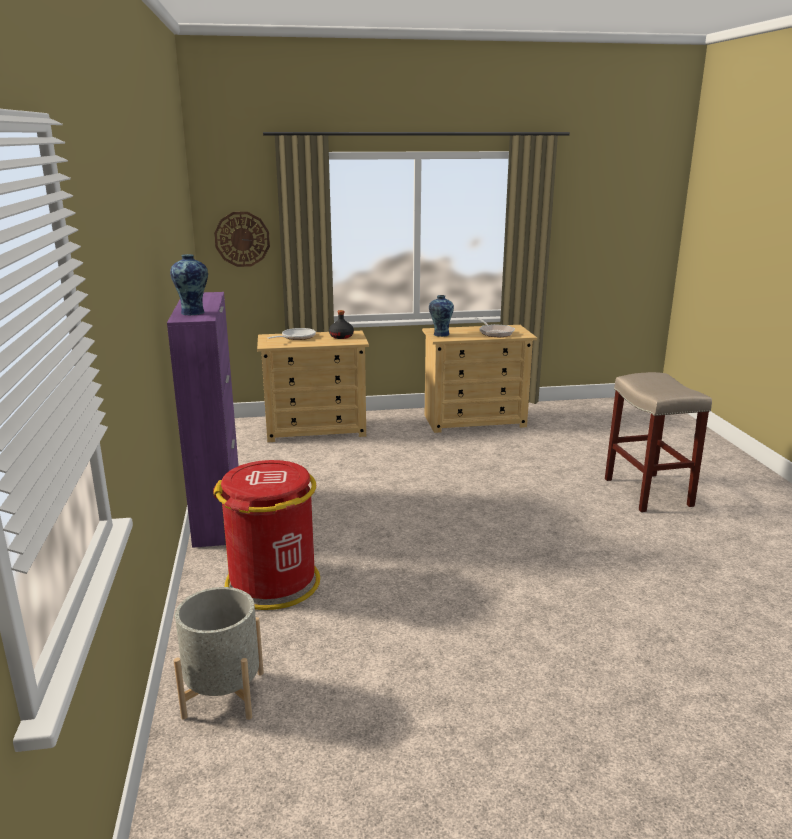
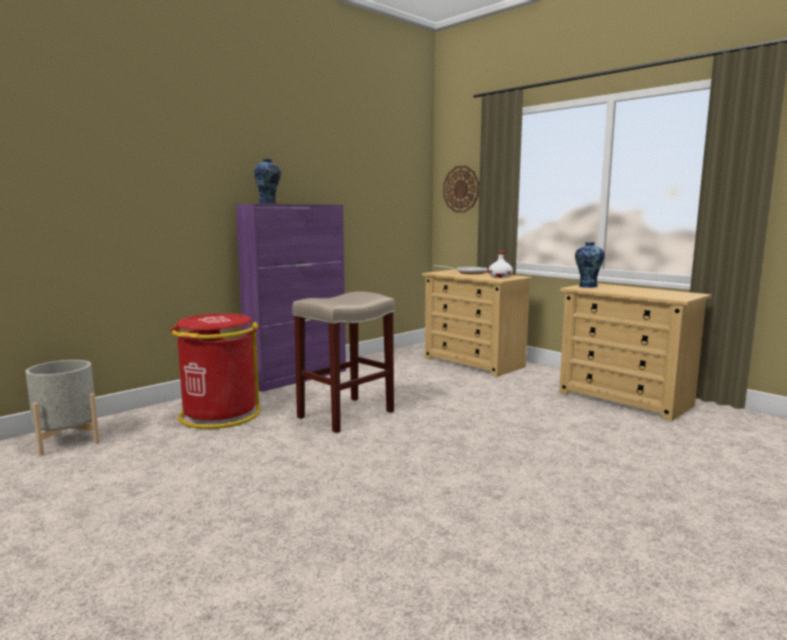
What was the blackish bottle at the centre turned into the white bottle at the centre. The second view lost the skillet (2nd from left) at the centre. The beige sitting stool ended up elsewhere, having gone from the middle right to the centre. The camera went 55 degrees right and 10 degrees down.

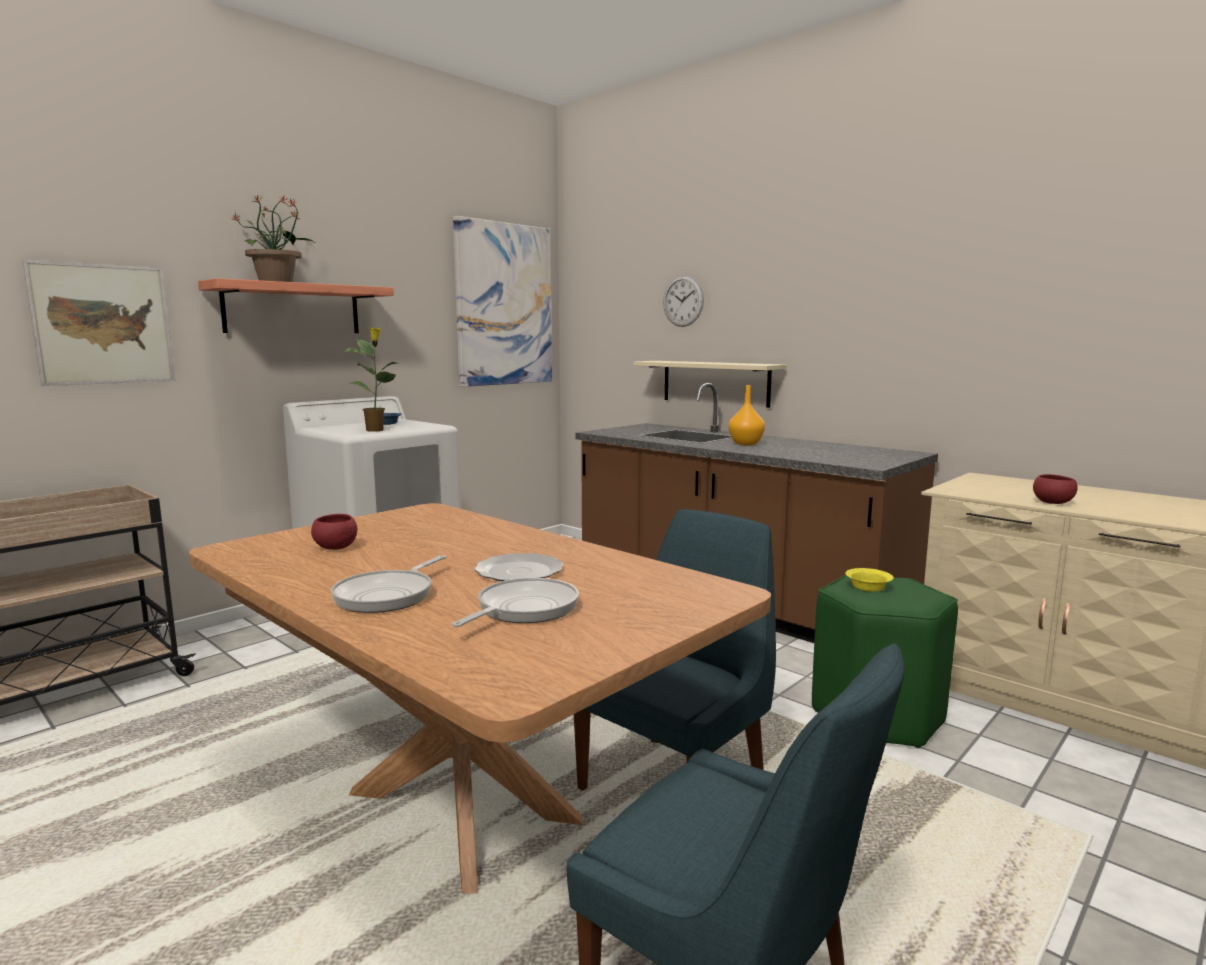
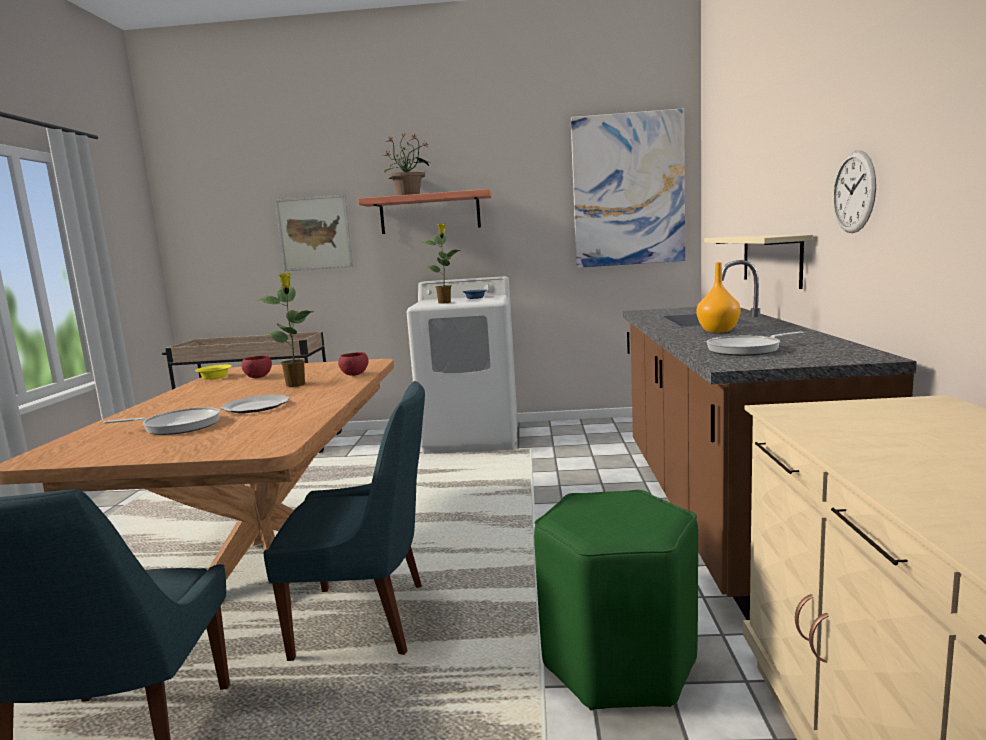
The clock on the wall ended up elsewhere, having gone from the top centre to the top right. The red-coloured serving bowl (2nd from left) ended up elsewhere, having gone from the middle right to the centre. The skillet (1st from left in the first image) ended up elsewhere, having gone from the middle left to the middle right. The yellow serving bowl ended up elsewhere, having gone from the middle right to the middle left. The second view gained the plant in a pot (1st from left) at the middle left. The camera went 50 degrees right and 0 degrees up.

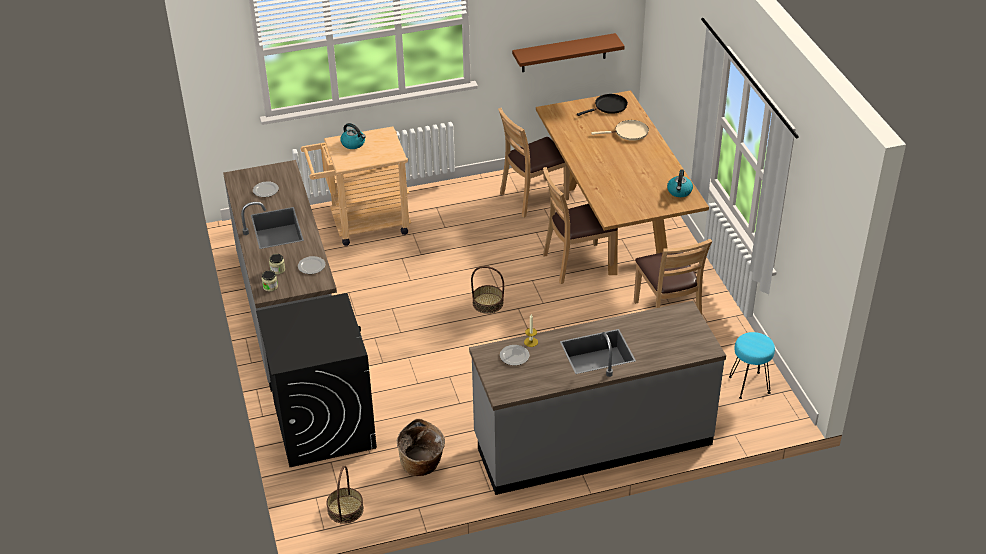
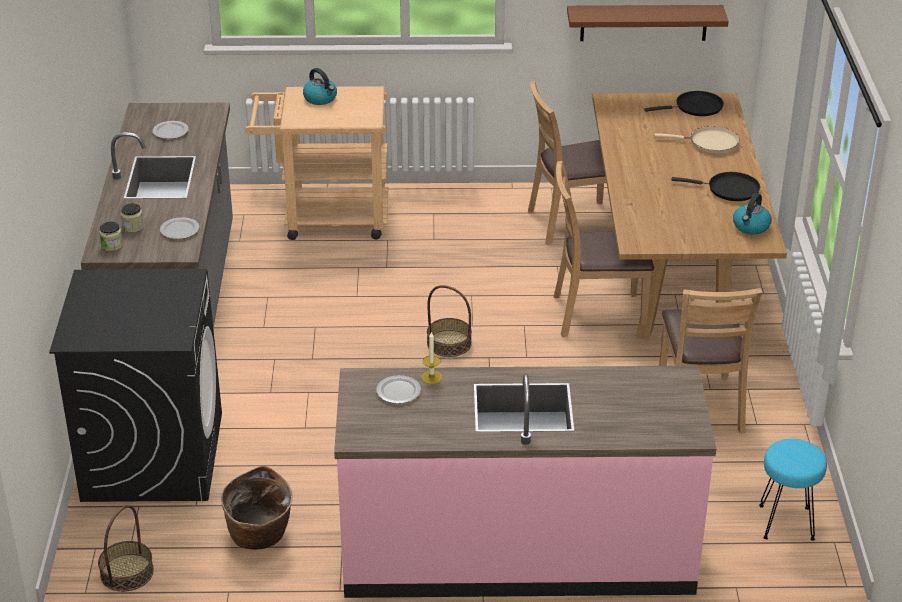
What was the grey kitchen counter (2nd from left) at the bottom centre turned into the pink-coloured kitchen counter at the bottom centre. The second view gained the blackish skillet (2nd from left) at the top right. The camera went 15 degrees right and 5 degrees down.

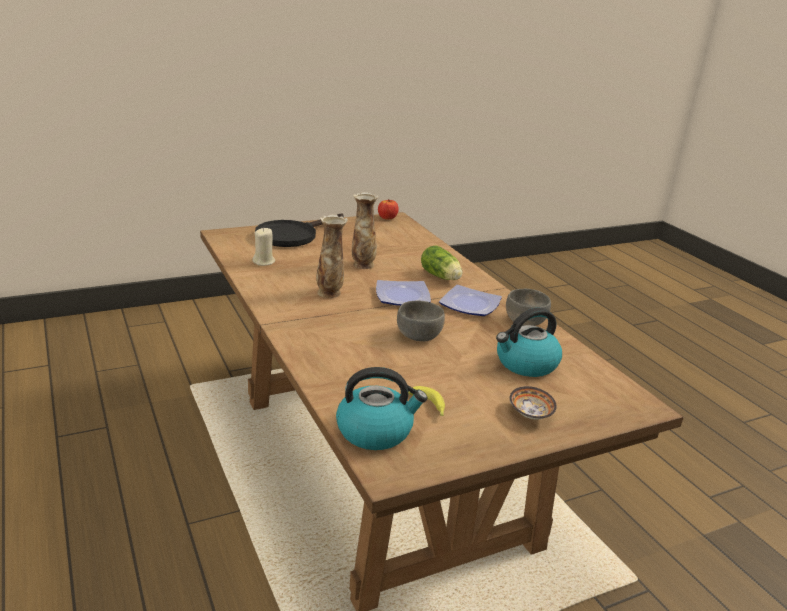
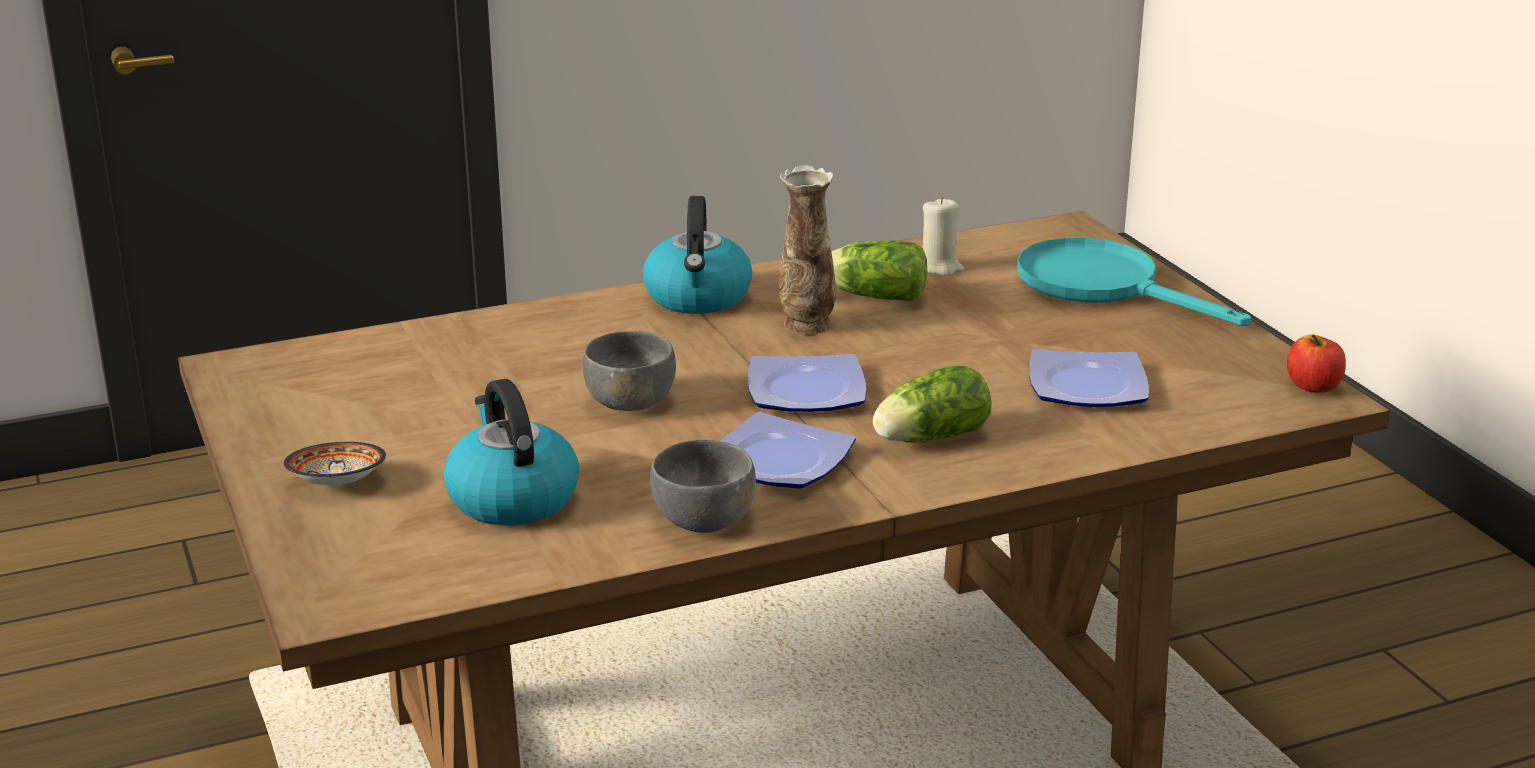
The second view lost the vase (2nd from left) at the centre. What was the blackish skillet at the centre turned into the blue-green skillet at the middle right. The tea kettle (1st from left in the first image) ended up elsewhere, having gone from the bottom centre to the top centre. The second view lost the banana fruit at the centre. The second view gained the head of lettuce (1st from left) at the centre. The second view gained the dinner plate (3rd from left) at the middle right. The camera went 95 degrees right and 0 degrees up.

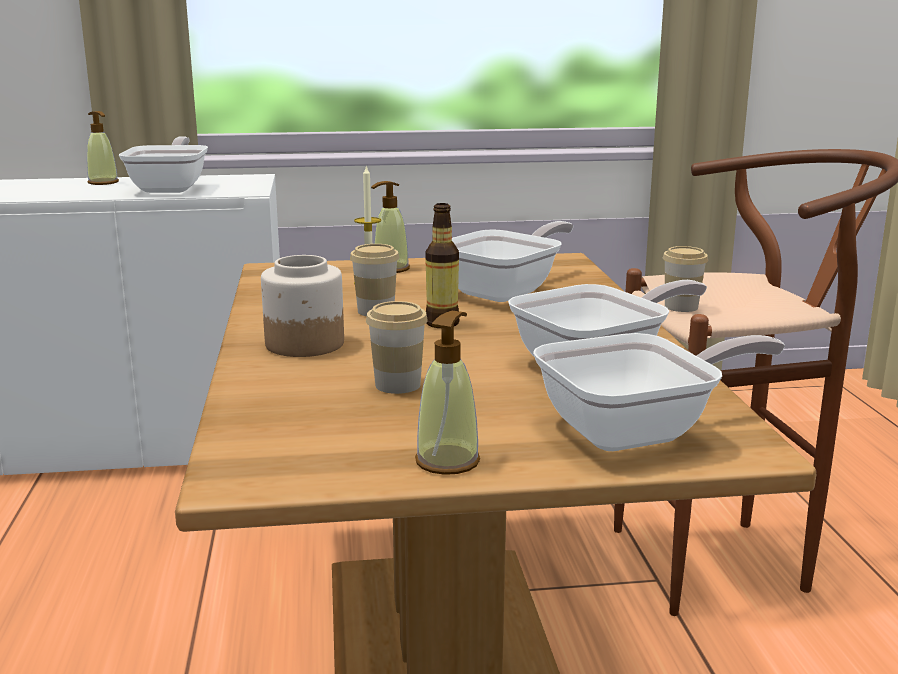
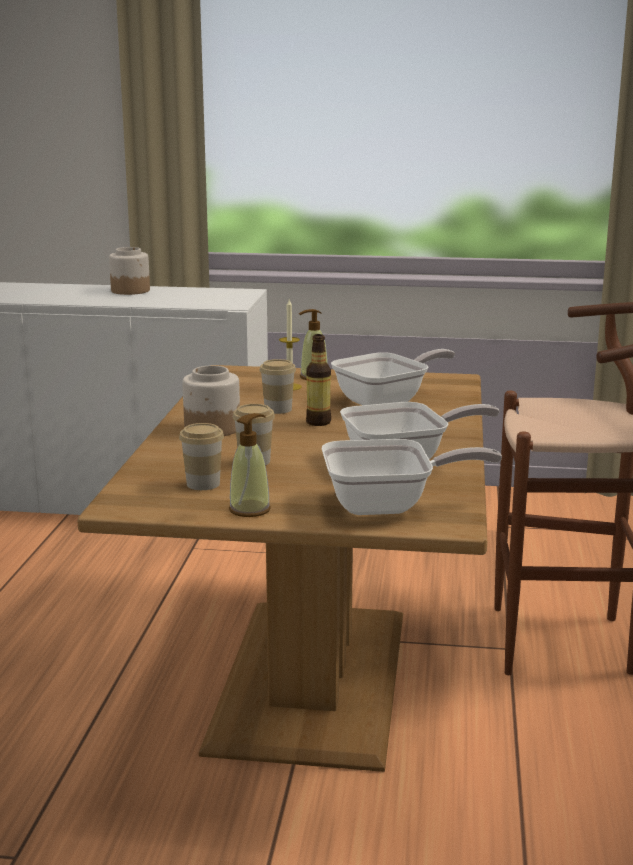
Where the liquid soap bottle (1st from left) stood at the top left, the jar (1st from left) came to stand at the top left. The second view lost the skillet (1st from left) at the top left. The drinking cup (3rd from left in the first image) ended up elsewhere, having gone from the middle right to the middle left. The camera went 15 degrees right and 0 degrees up.

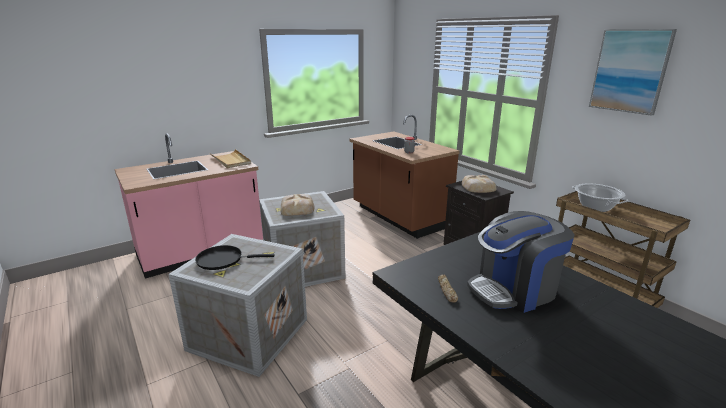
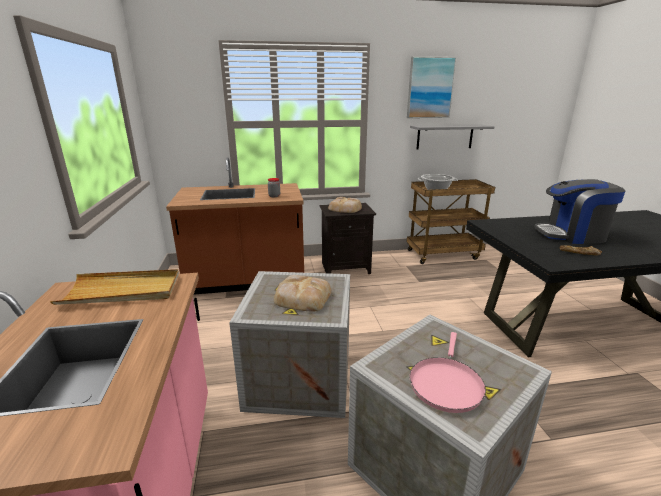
The coffee machine at the middle right ended up facing another way, 90 degrees clockwise from before. What was the blackish skillet at the middle left turned into the pink-coloured skillet at the bottom right. The second view gained the grey wall shelf at the top right. The camera went 65 degrees left and 0 degrees up.

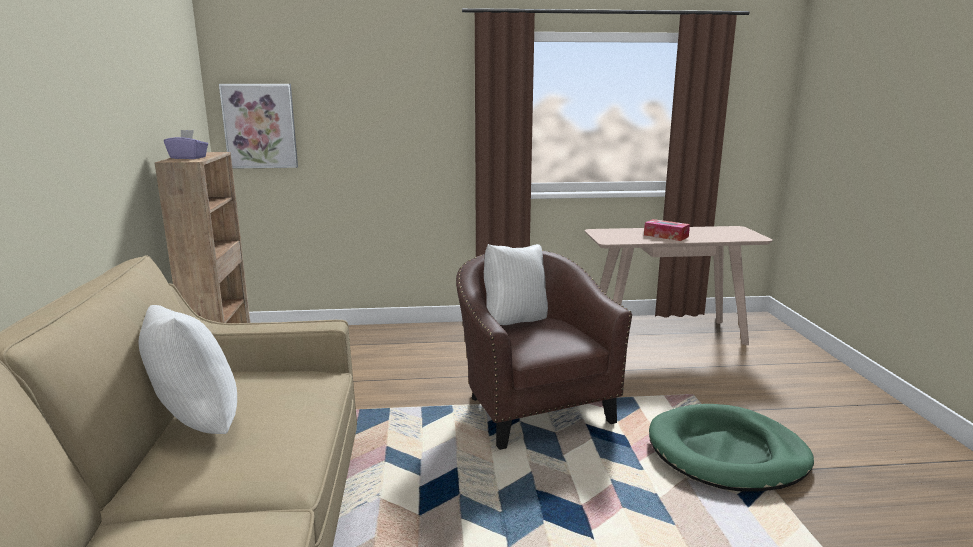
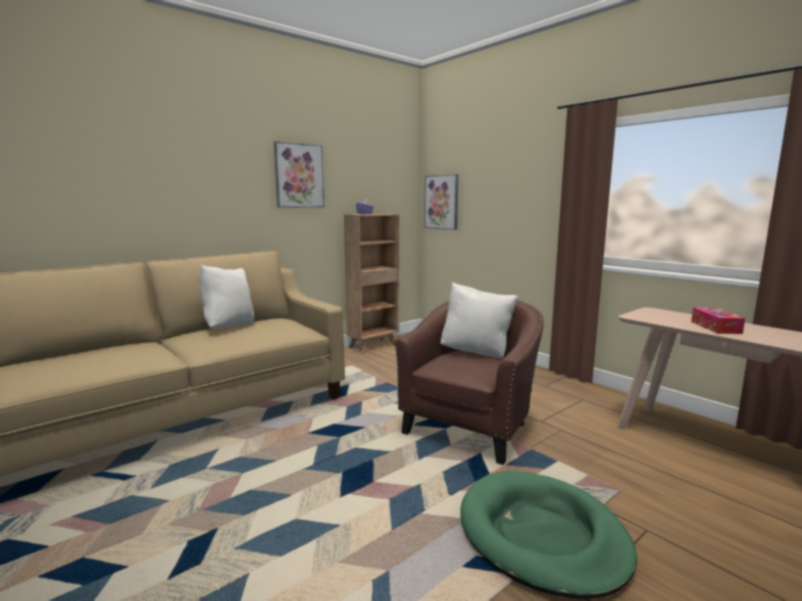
The second view gained the wall art (1st from left) at the top centre. The camera went 55 degrees right and 5 degrees down.

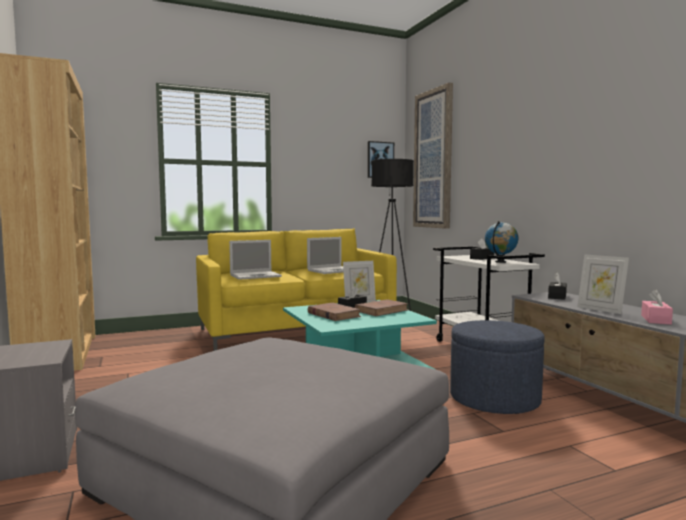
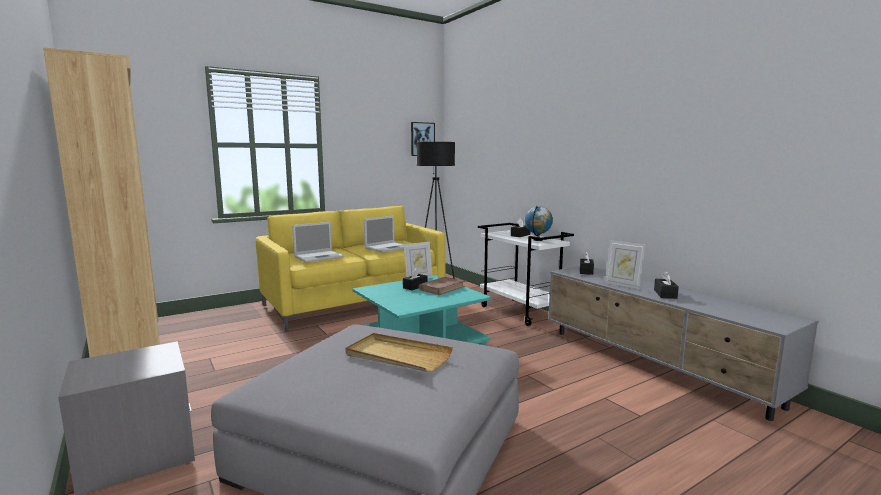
The second view lost the wall art (2nd from left) at the top centre. What was the pink-coloured box of tissues at the middle right turned into the blackish box of tissues (4th from left) at the middle right. The second view lost the brown bound book (1st from left) at the centre. The second view lost the blue ottoman at the bottom right. The second view gained the beige tray at the bottom centre. The camera went 10 degrees left and 5 degrees up.

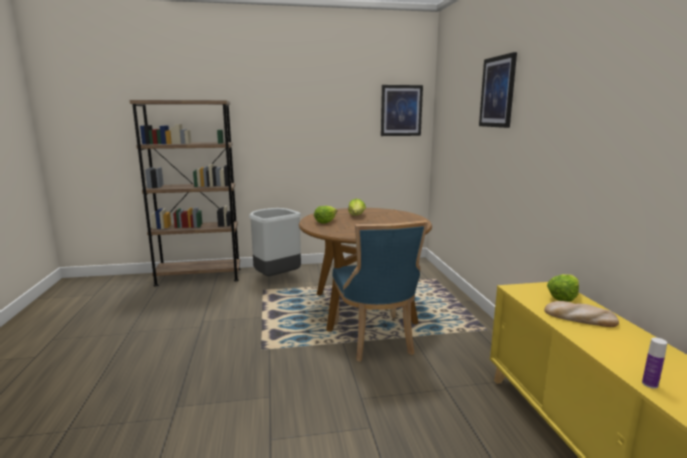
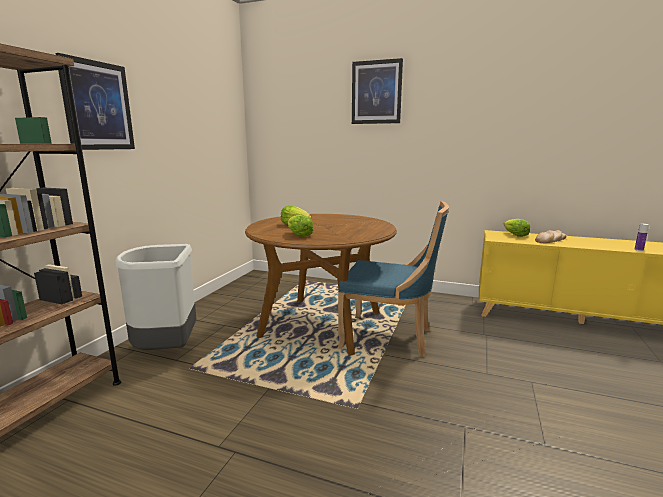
The wall art (1st from left) ended up elsewhere, having gone from the top centre to the top left. The camera went 60 degrees left and 0 degrees up.

